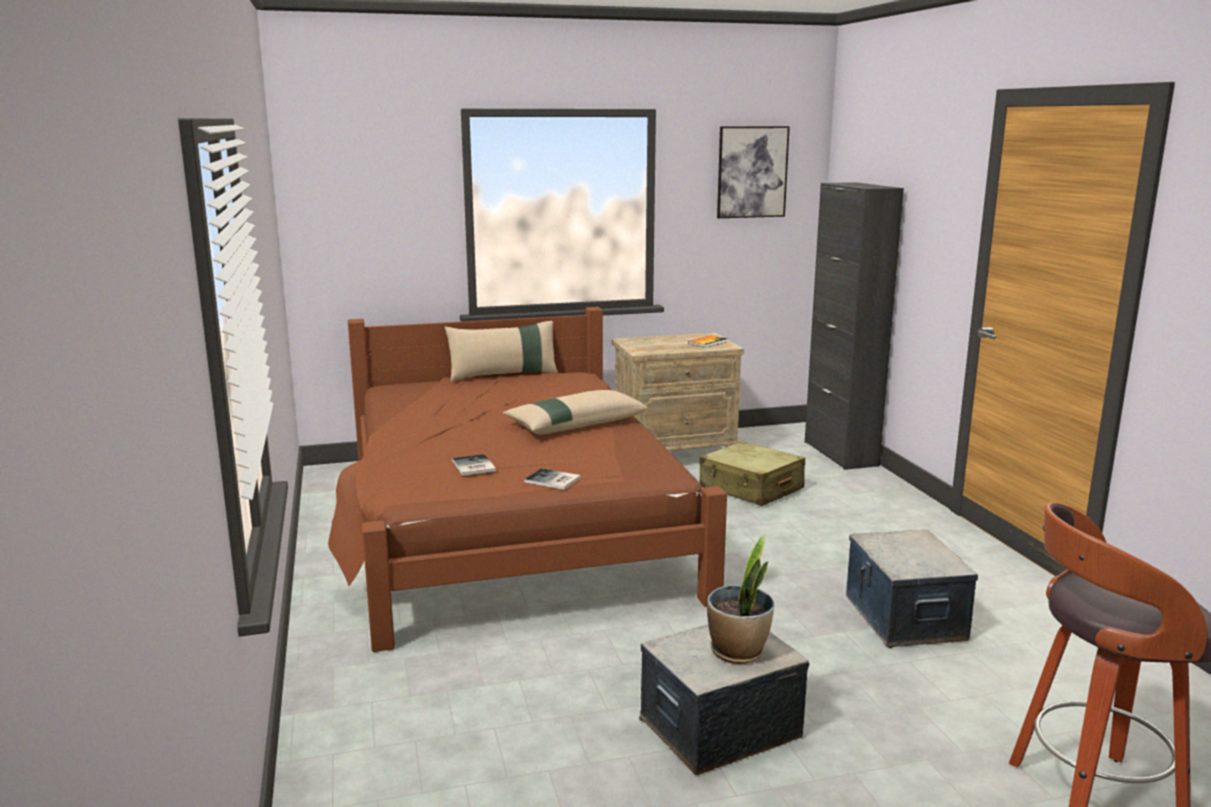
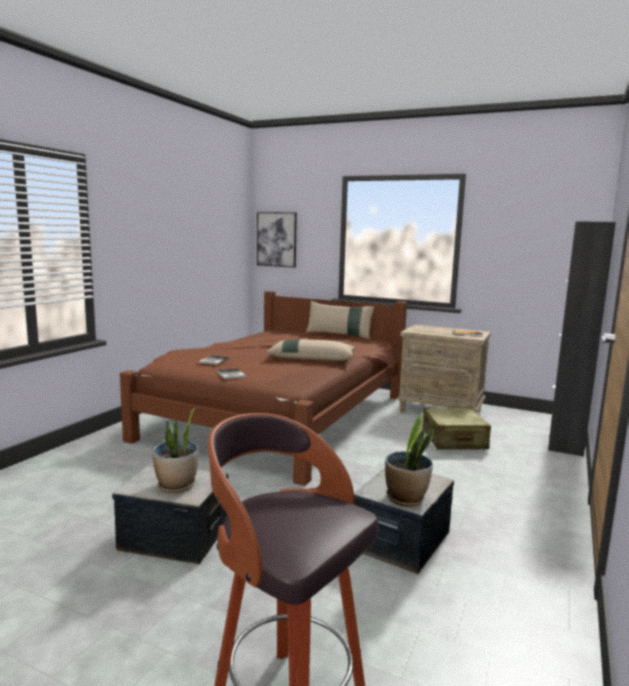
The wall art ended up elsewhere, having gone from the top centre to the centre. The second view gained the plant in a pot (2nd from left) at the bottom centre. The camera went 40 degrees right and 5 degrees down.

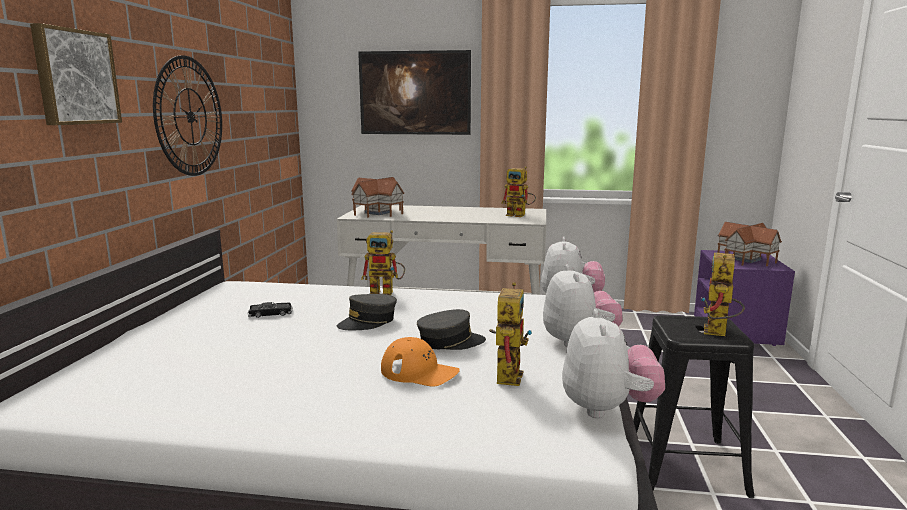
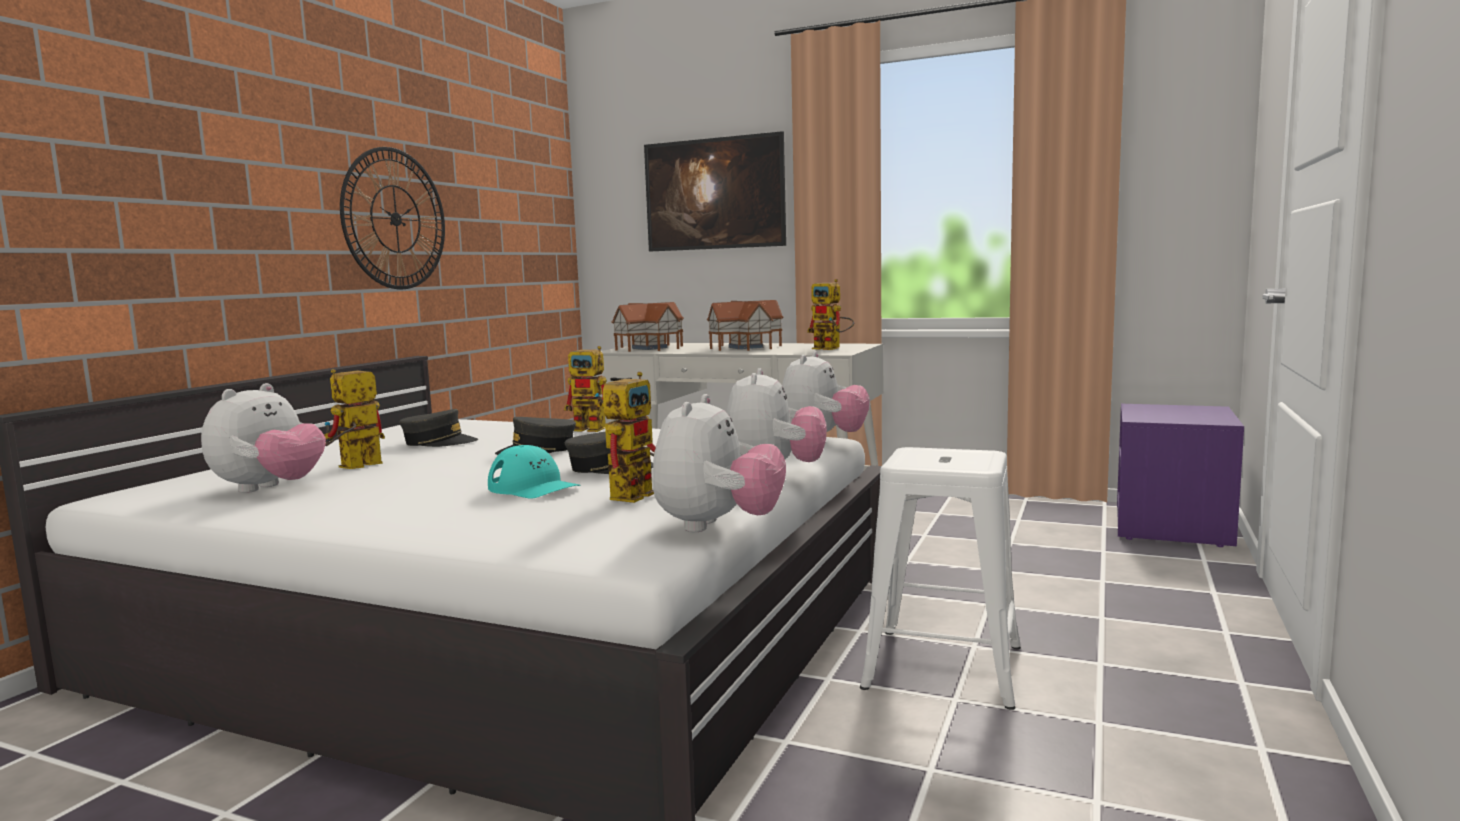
The second view lost the wall art (1st from left) at the top left. The model house (2nd from left) ended up elsewhere, having gone from the middle right to the centre. The toy robot (4th from left in the first image) ended up elsewhere, having gone from the middle right to the middle left. Where the blackish toy car stood at the middle left, the grey baseball cap (1st from left) came to stand at the middle left. What was the blackish sitting stool at the bottom right turned into the white sitting stool at the bottom centre. What was the orangey baseball cap at the bottom centre turned into the blue-green baseball cap at the centre. The second view gained the plush toy (1st from left) at the middle left. The camera went 15 degrees right and 5 degrees down.

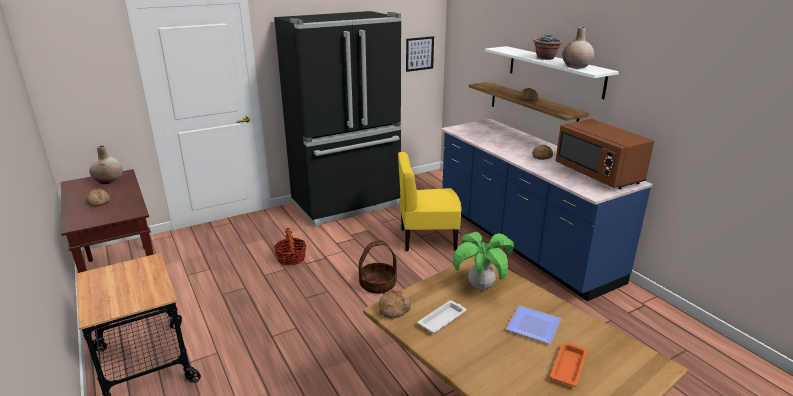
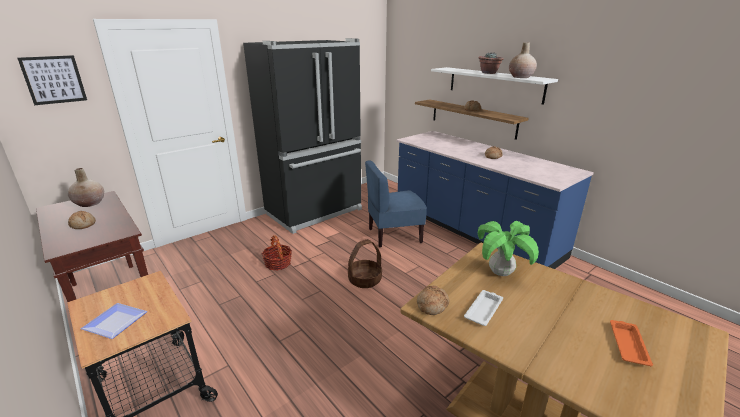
The wall art ended up elsewhere, having gone from the top centre to the top left. The second view lost the brown kitchen microwave at the middle right. What was the yellow plain chair at the centre turned into the blue plain chair at the centre. The dinner plate ended up elsewhere, having gone from the bottom right to the bottom left. The camera went 10 degrees left and 0 degrees up.

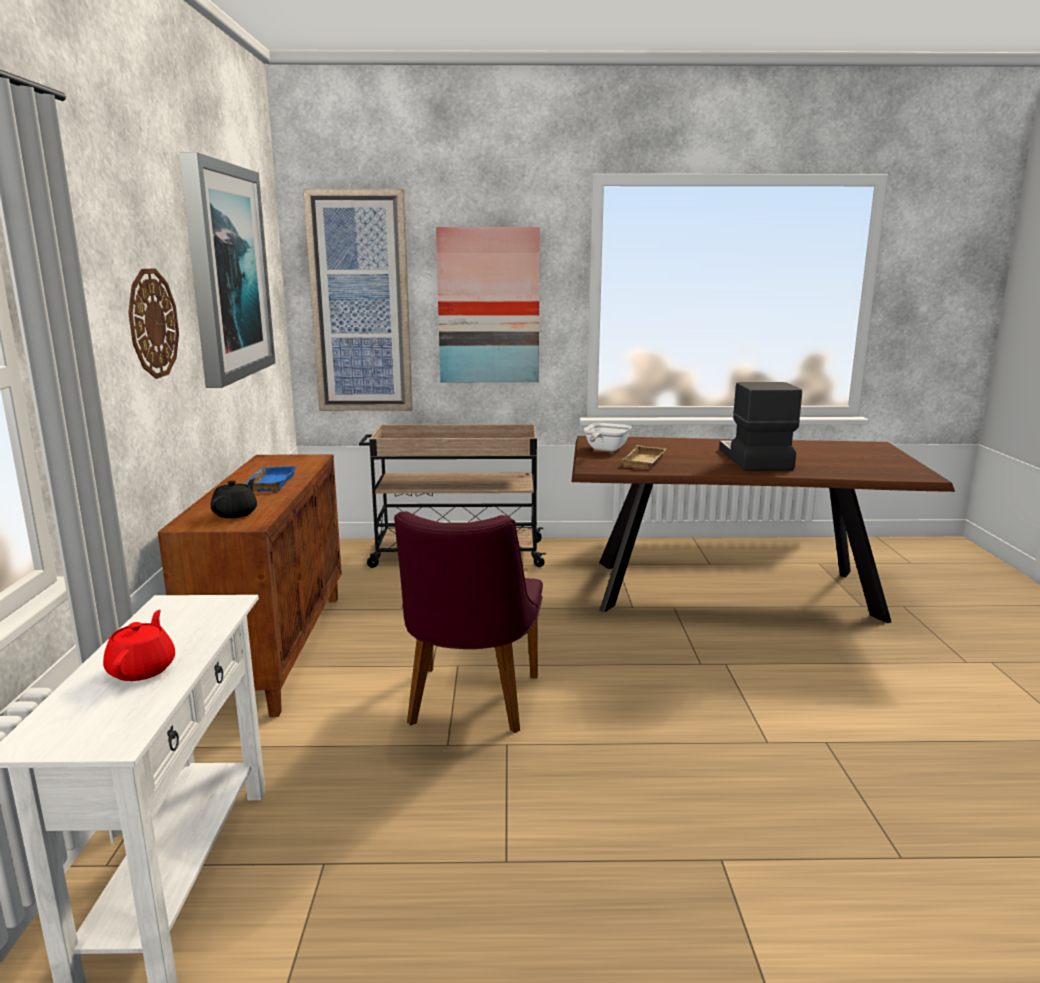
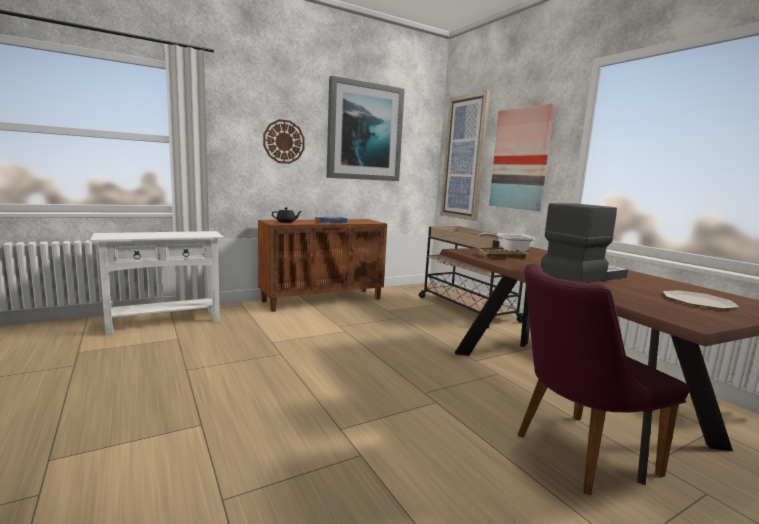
The purple plain chair ended up elsewhere, having gone from the centre to the bottom right. The second view lost the red-coloured pot for tea at the middle left. The second view gained the dinner plate at the middle right. The camera went 60 degrees right and 5 degrees down.

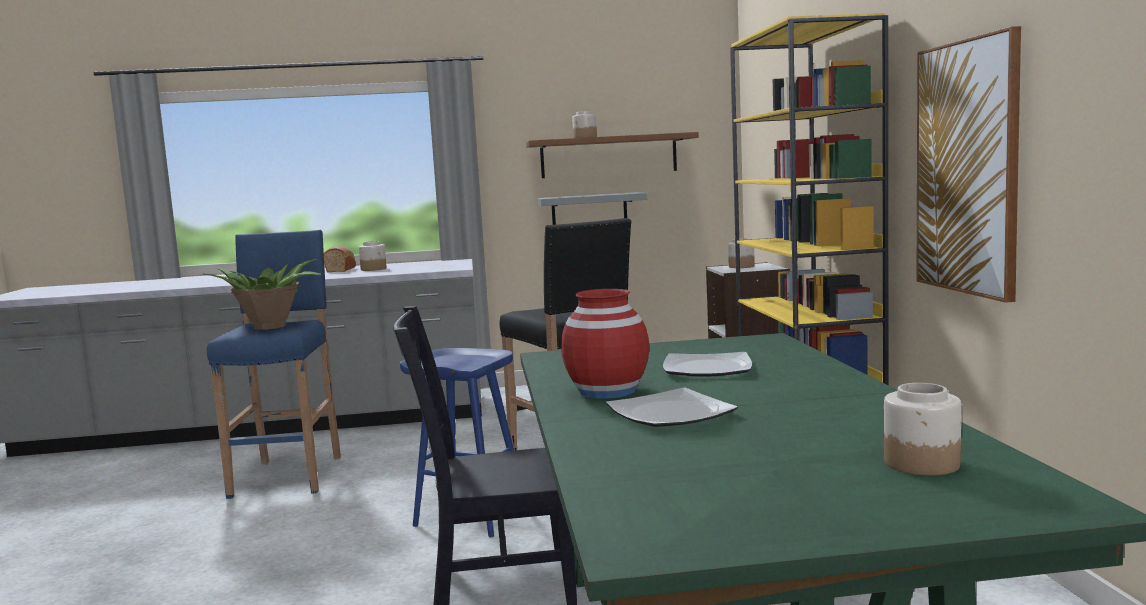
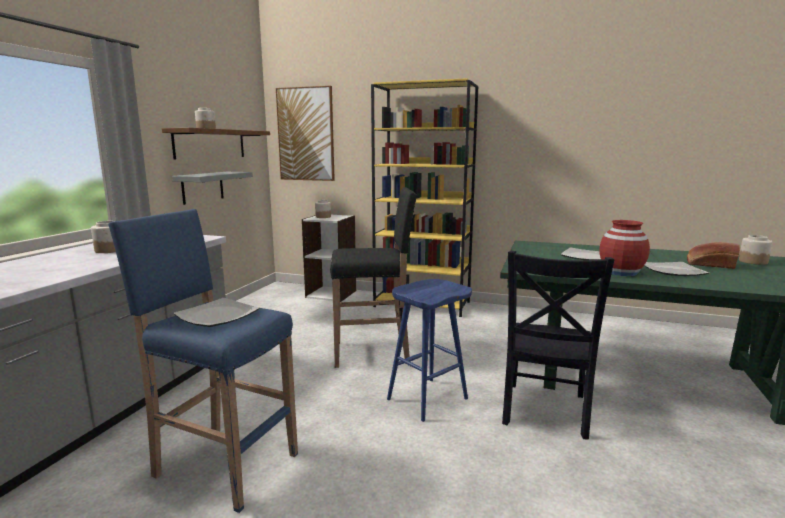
The wall art ended up elsewhere, having gone from the top right to the top centre. The baked bread ended up elsewhere, having gone from the middle left to the middle right. Where the plant in a pot stood at the middle left, the dinner plate (1st from left) came to stand at the middle left. The camera went 65 degrees left and 5 degrees up.

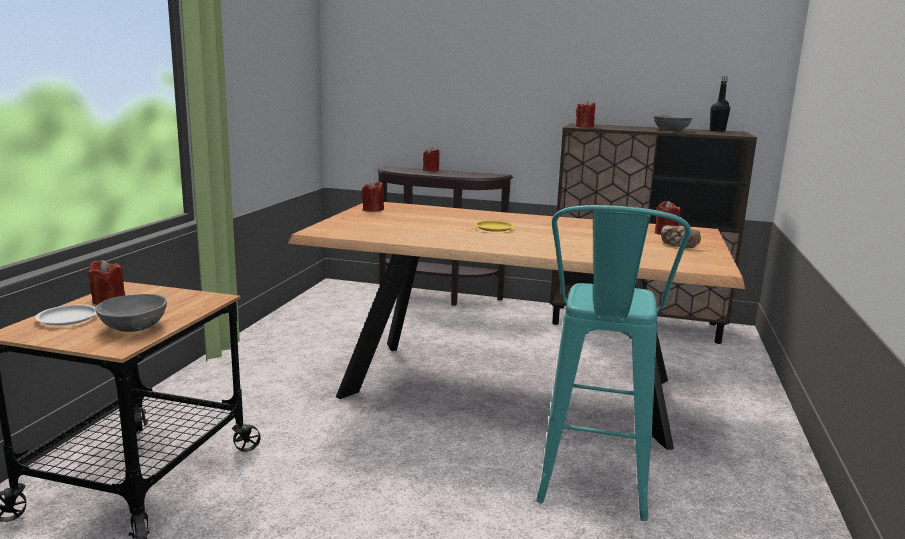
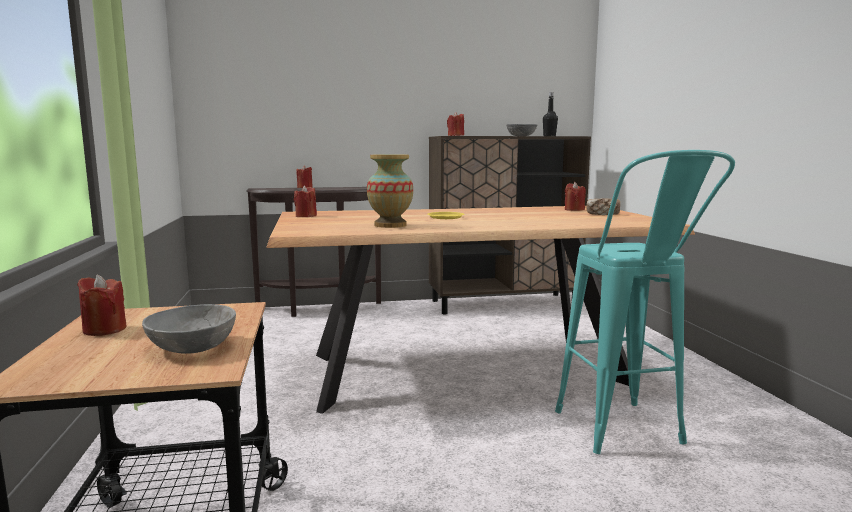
The second view lost the white dinner plate at the middle left. The second view gained the vase at the centre. The camera went 25 degrees left and 5 degrees down.

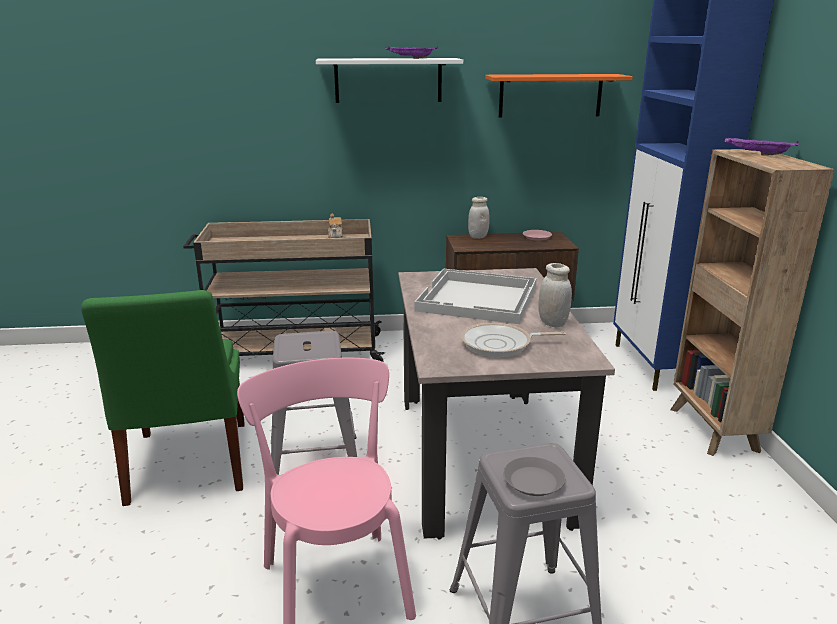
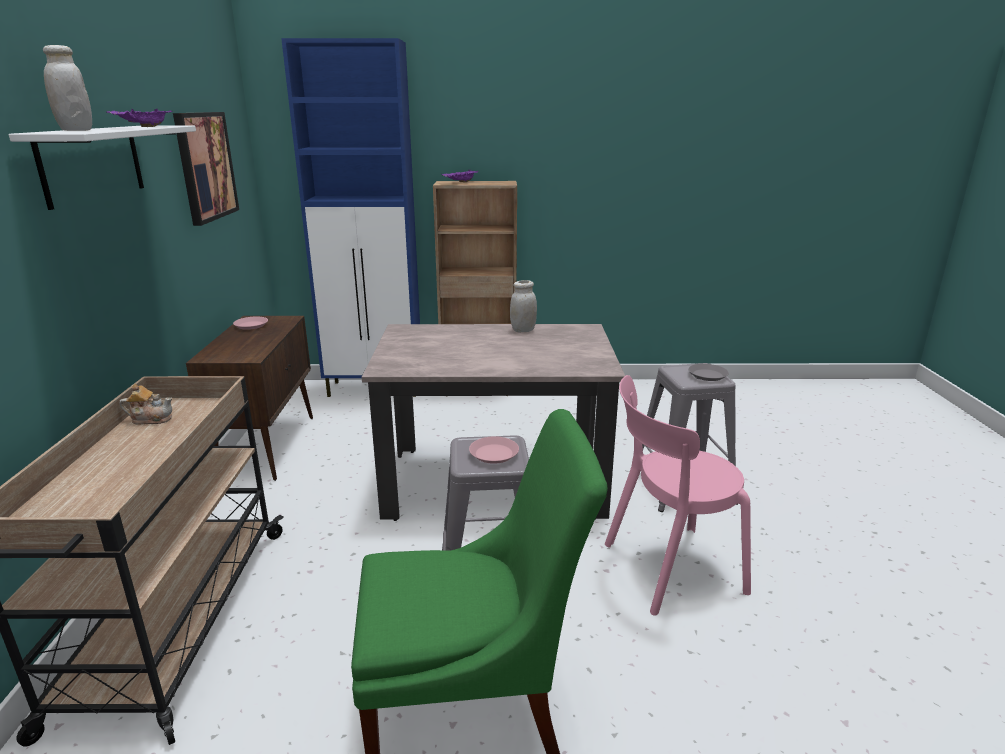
Where the orangey wall shelf hung at the top right, the wall art came to hang at the top left. The white jar (1st from left) ended up elsewhere, having gone from the centre to the top left. The second view lost the white tray at the centre. The second view lost the skillet at the centre. The second view gained the pink-coloured dinner plate (2nd from left) at the centre. The camera went 85 degrees left and 0 degrees up.

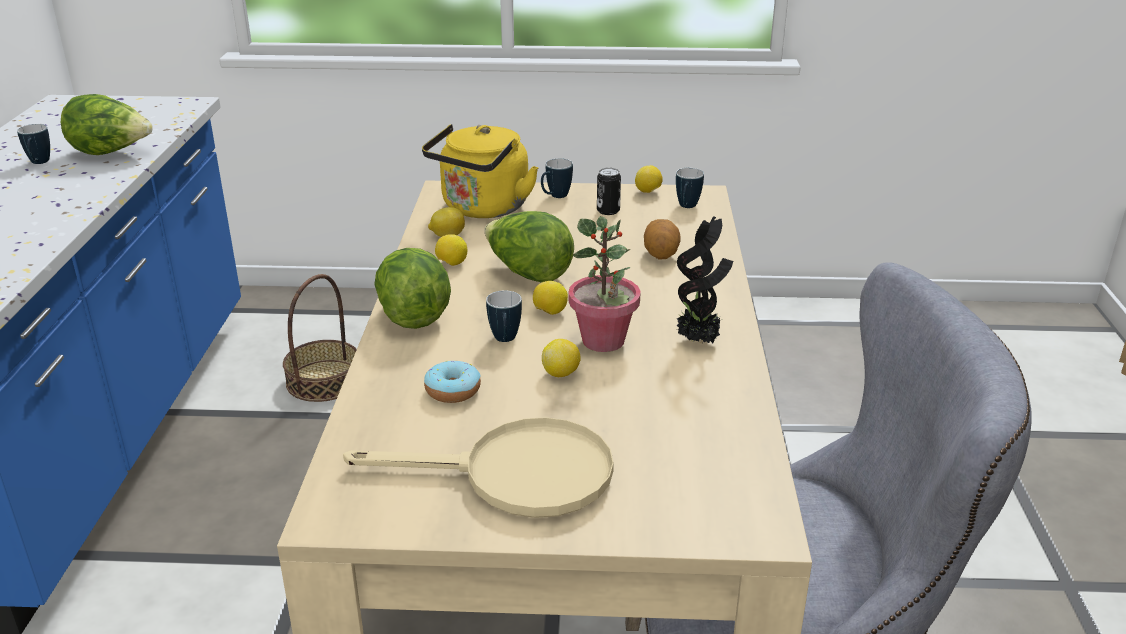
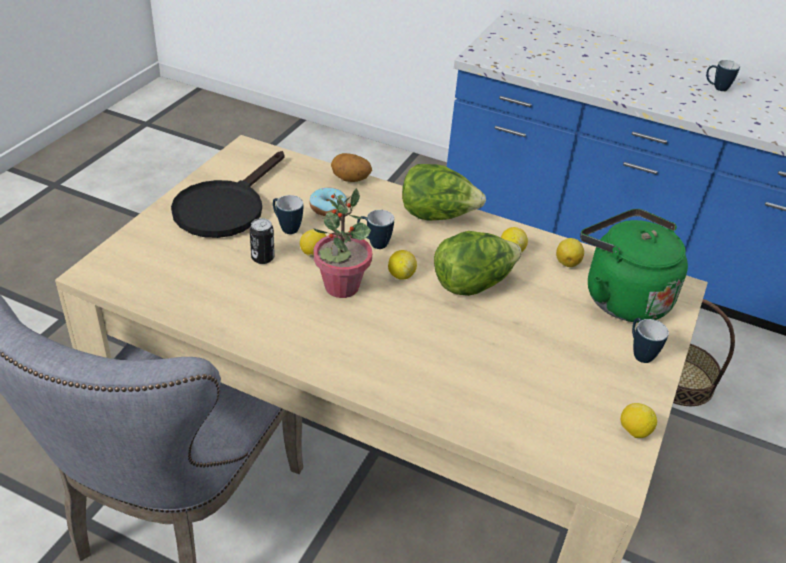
The second view lost the head of lettuce (1st from left) at the top left. What was the yellow tea kettle at the top centre turned into the green-coloured tea kettle at the middle right. The can ended up elsewhere, having gone from the top centre to the centre. The coffee mug (4th from left in the first image) ended up elsewhere, having gone from the top centre to the centre. The second view lost the plant in a pot (2nd from left) at the centre. The potato ended up elsewhere, having gone from the centre to the top centre. What was the beige skillet at the bottom centre turned into the blackish skillet at the middle left. The camera went 110 degrees right and 10 degrees up.

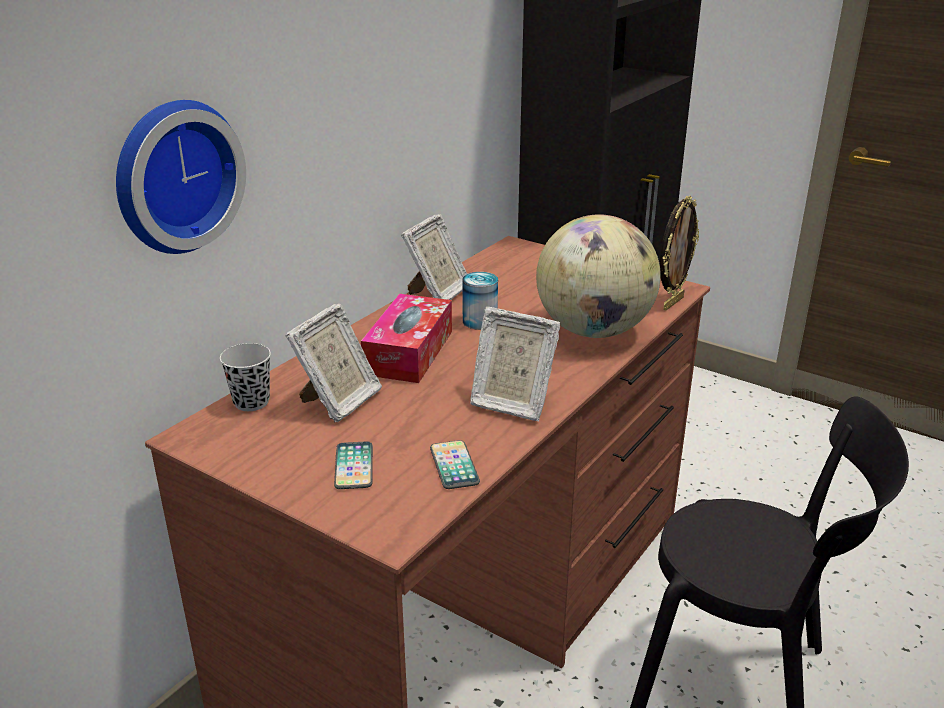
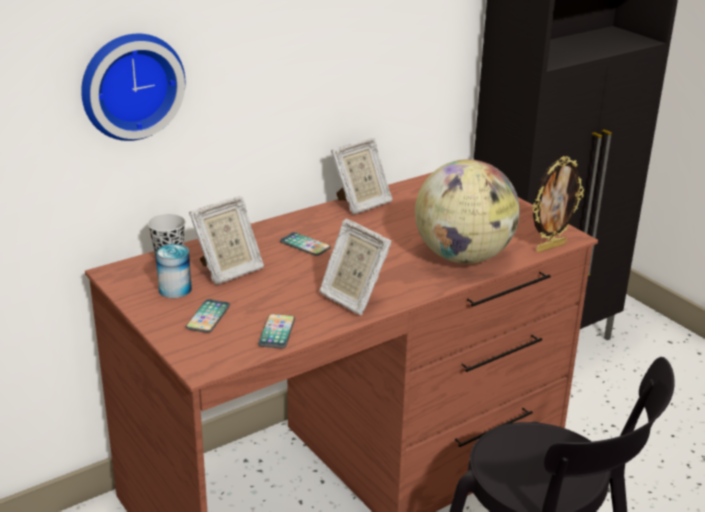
The can ended up elsewhere, having gone from the centre to the middle left. Where the box of tissues stood at the centre, the handset (3rd from left) came to stand at the centre. The camera went 20 degrees right and 0 degrees up.

